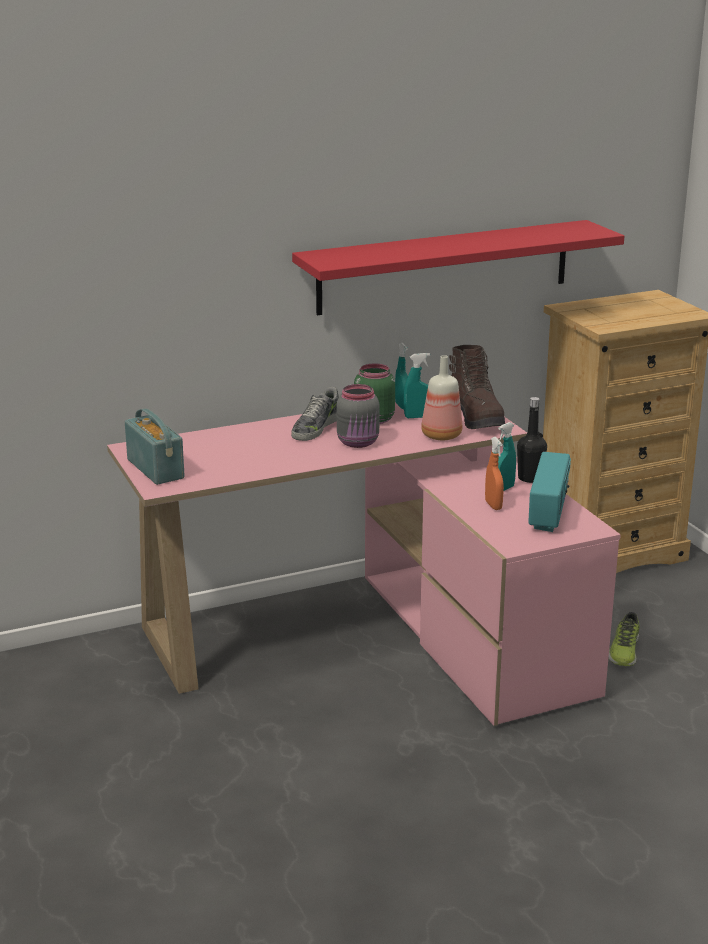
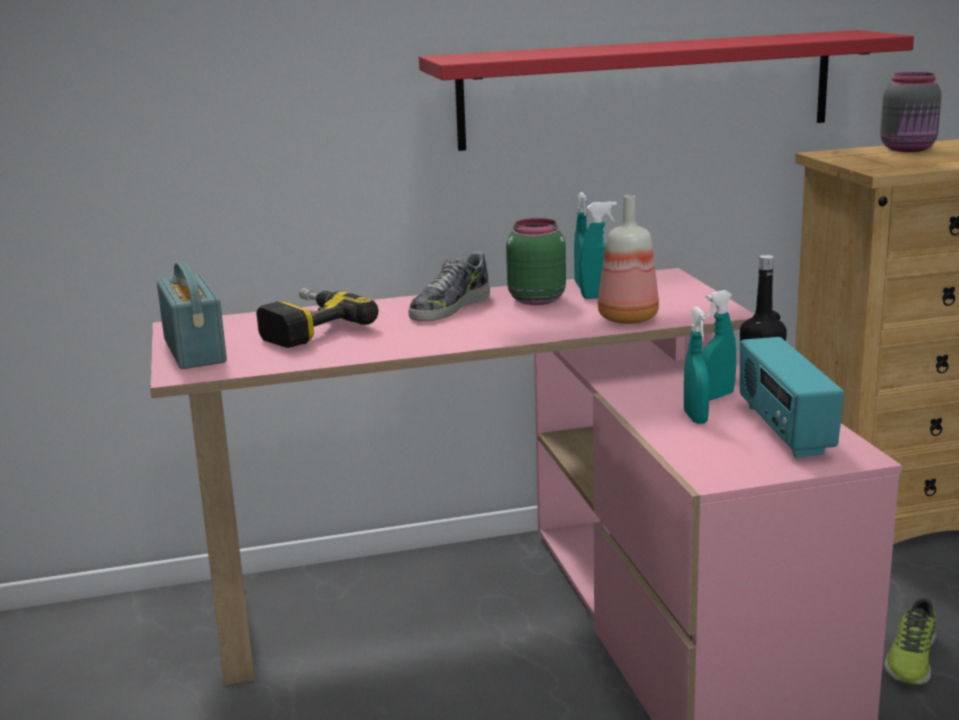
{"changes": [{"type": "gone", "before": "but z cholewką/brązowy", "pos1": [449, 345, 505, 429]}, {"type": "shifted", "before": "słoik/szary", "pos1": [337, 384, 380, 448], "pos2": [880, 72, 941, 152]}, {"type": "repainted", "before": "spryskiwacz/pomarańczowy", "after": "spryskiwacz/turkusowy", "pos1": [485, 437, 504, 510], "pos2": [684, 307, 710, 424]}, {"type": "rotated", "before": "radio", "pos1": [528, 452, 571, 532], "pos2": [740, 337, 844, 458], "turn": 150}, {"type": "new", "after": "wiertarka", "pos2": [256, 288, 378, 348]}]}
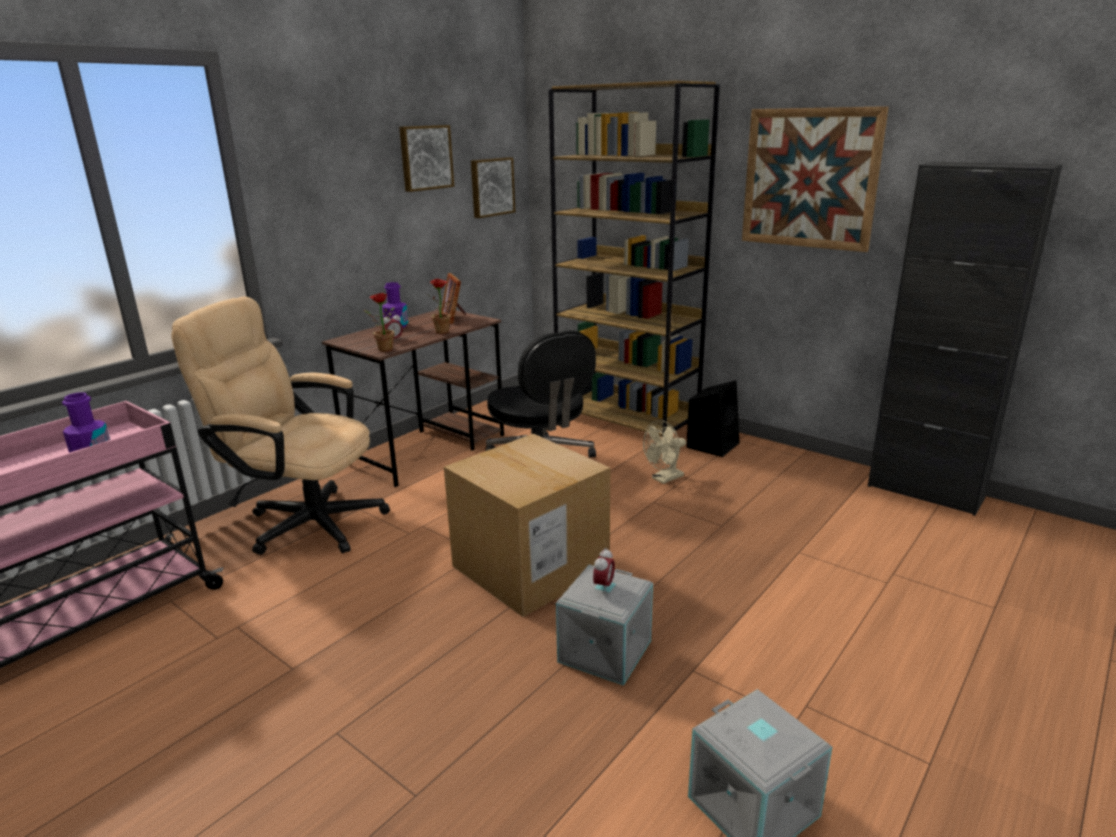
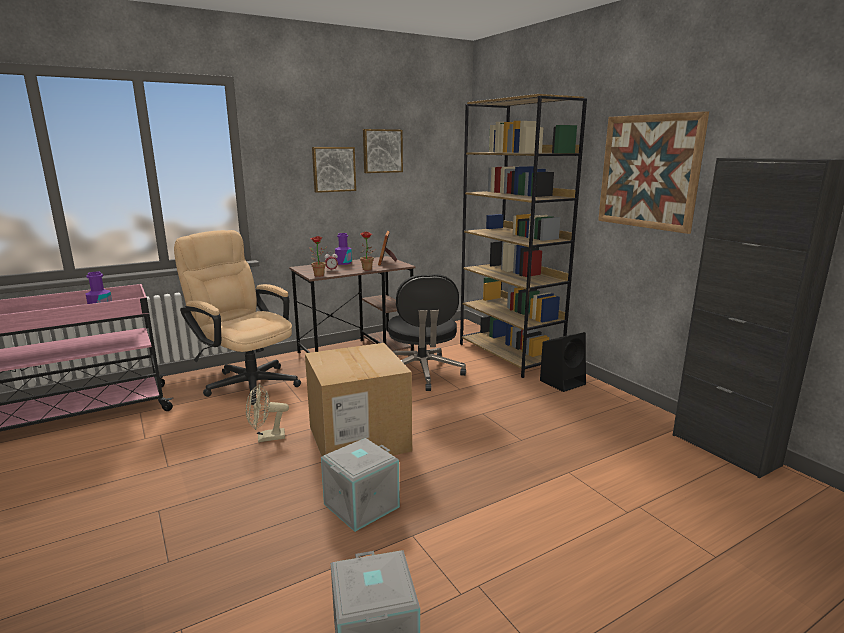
{"changes": [{"type": "shifted", "before": "obraz", "pos1": [471, 157, 515, 218], "pos2": [312, 147, 356, 193]}, {"type": "shifted", "before": "wentylator/beżowy", "pos1": [643, 420, 686, 484], "pos2": [246, 384, 289, 442]}, {"type": "gone", "before": "budzik", "pos1": [593, 548, 615, 593]}]}
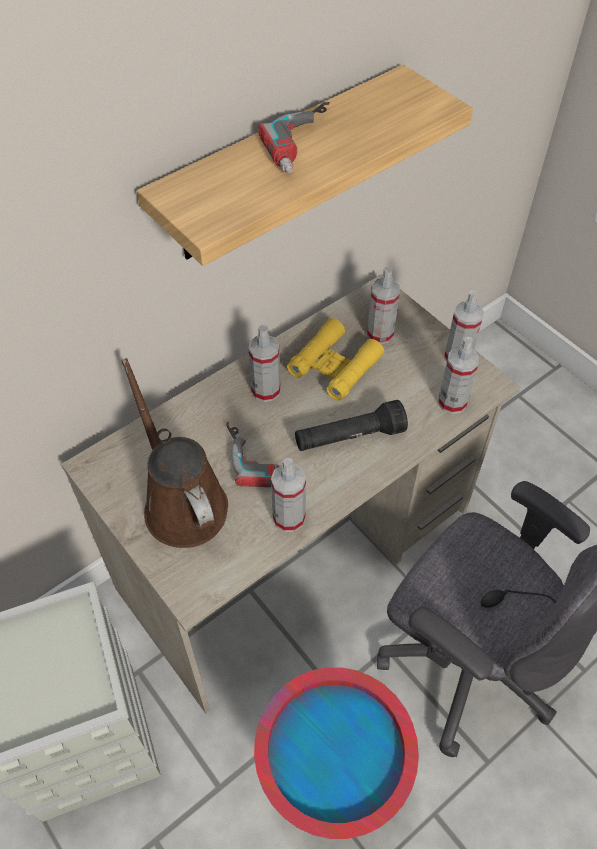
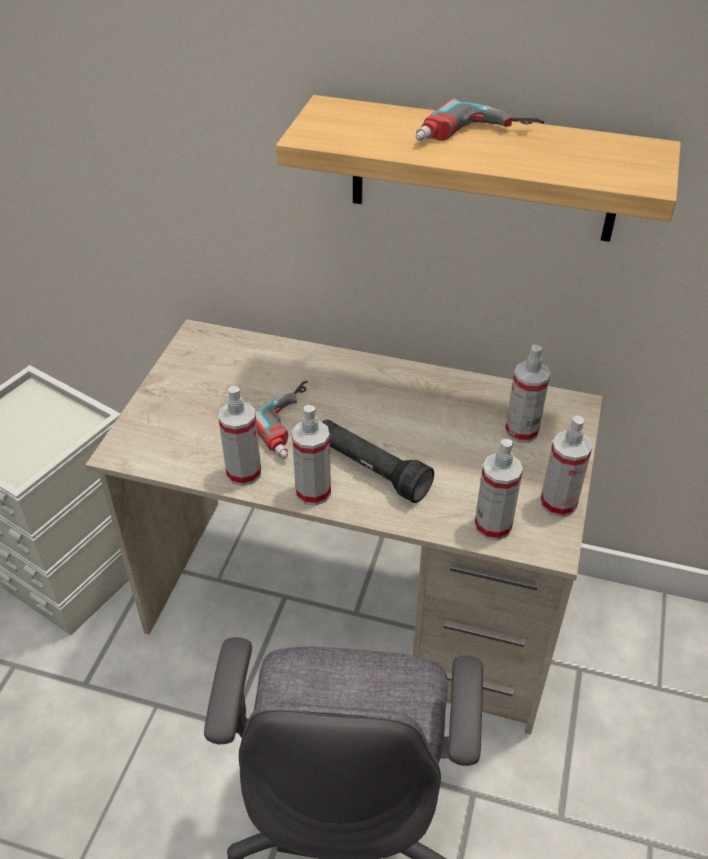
{"changes": [{"type": "gone", "before": "lornetka/żółty", "pos1": [287, 318, 384, 401]}, {"type": "shifted", "before": "spryskiwacz", "pos1": [248, 325, 281, 402], "pos2": [292, 405, 331, 506]}, {"type": "gone", "before": "konewka/brązowy", "pos1": [122, 358, 228, 548]}, {"type": "gone", "before": "wiadro/czerwony", "pos1": [254, 667, 419, 839]}]}
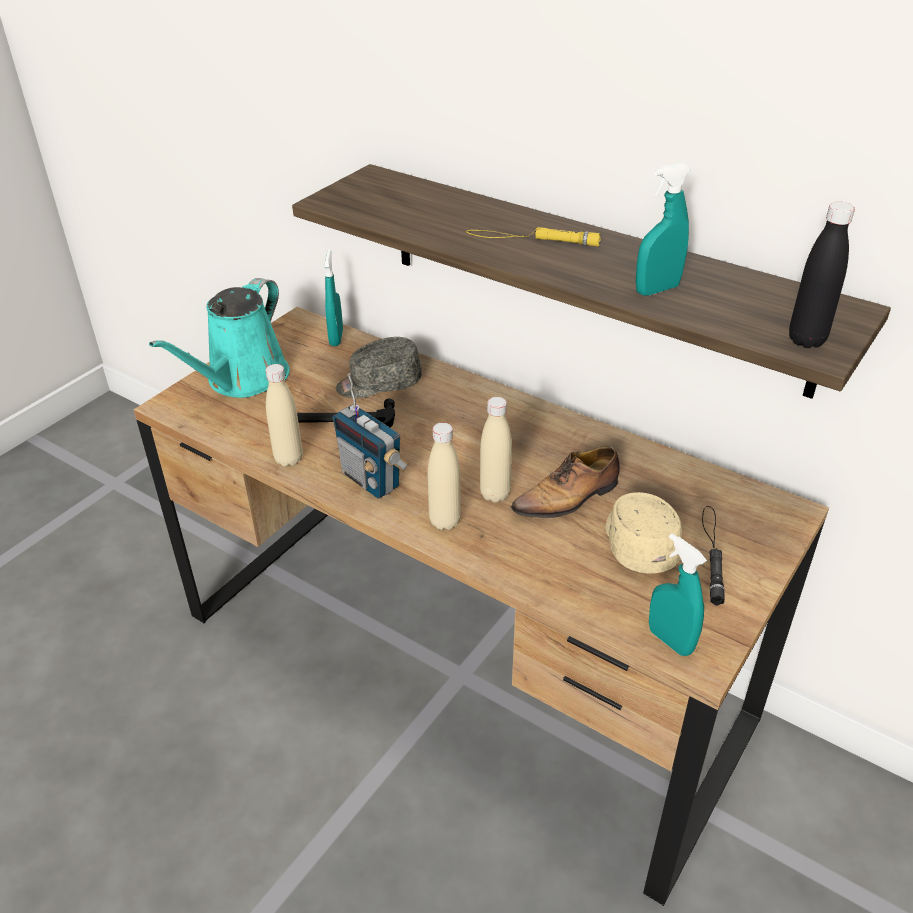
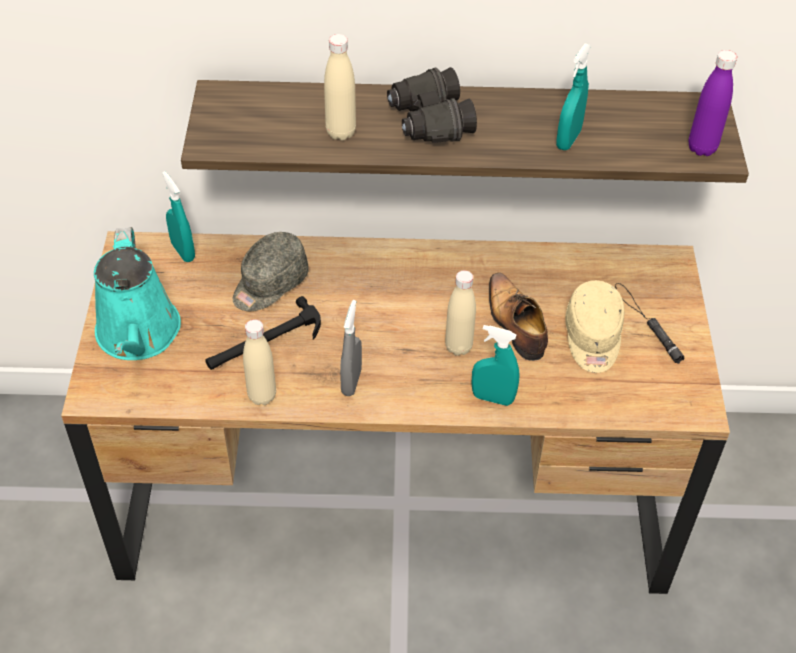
{"changes": [{"type": "repainted", "before": "butelka/czarny", "after": "butelka/fioletowy", "pos1": [789, 202, 855, 348], "pos2": [689, 50, 737, 156]}, {"type": "swapped", "before": "latarka/żółty", "after": "lornetka/czarny", "pos1": [466, 227, 601, 247], "pos2": [387, 67, 477, 143]}, {"type": "swapped", "before": "radio", "after": "spryskiwacz/szary", "pos1": [333, 373, 409, 499], "pos2": [340, 300, 362, 396]}, {"type": "shifted", "before": "butelka/beżowy", "pos1": [428, 422, 461, 530], "pos2": [324, 34, 356, 141]}, {"type": "rotated", "before": "but", "pos1": [510, 446, 620, 518], "pos2": [489, 273, 548, 361], "turn": 135}, {"type": "rotated", "before": "czapka z daszkiem/beżowy", "pos1": [606, 492, 682, 573], "pos2": [565, 280, 624, 373], "turn": -135}, {"type": "shifted", "before": "spryskiwacz/turkusowy", "pos1": [649, 533, 707, 656], "pos2": [472, 325, 520, 406]}]}
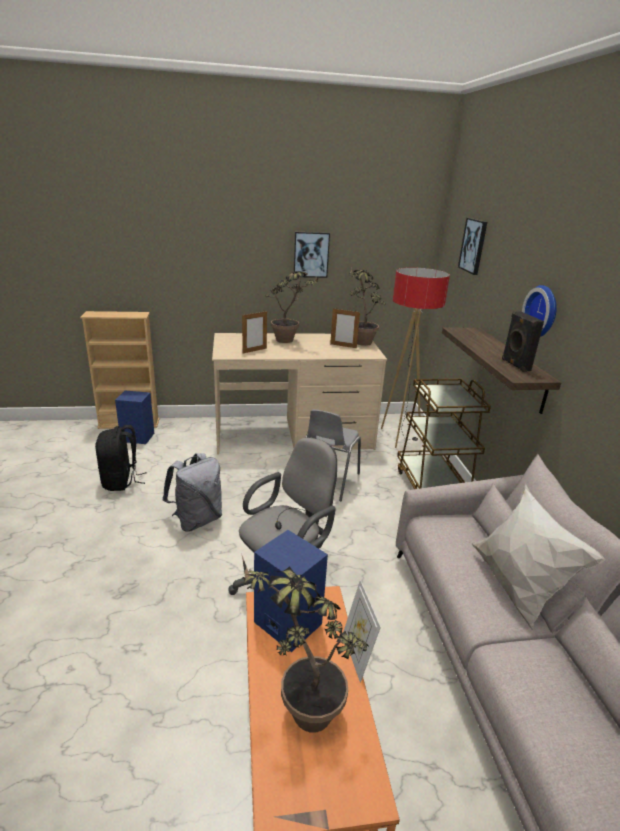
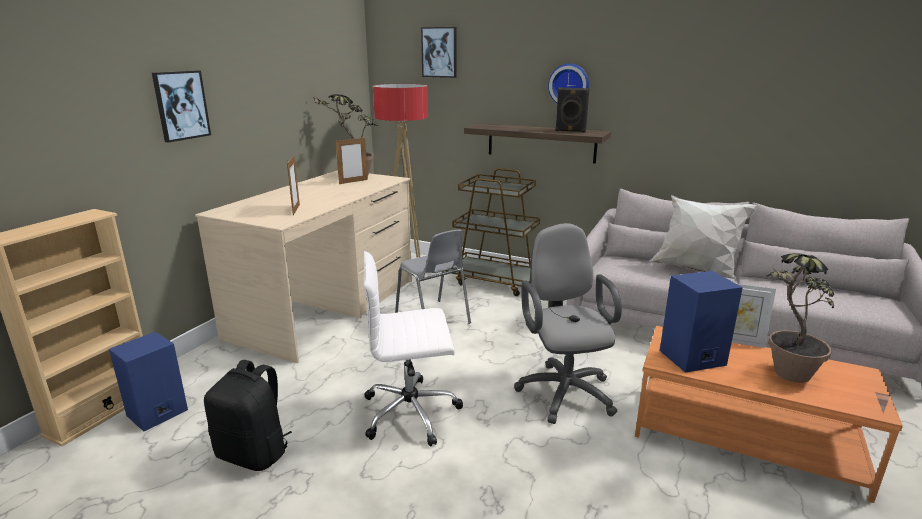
{"changes": [{"type": "shifted", "before": "obraz", "pos1": [293, 232, 330, 278], "pos2": [152, 71, 211, 143]}, {"type": "gone", "before": "roślina doniczkowa", "pos1": [265, 271, 319, 343]}, {"type": "swapped", "before": "plecak/szary", "after": "krzesło biurowe/biały", "pos1": [163, 453, 222, 532], "pos2": [363, 251, 463, 447]}]}
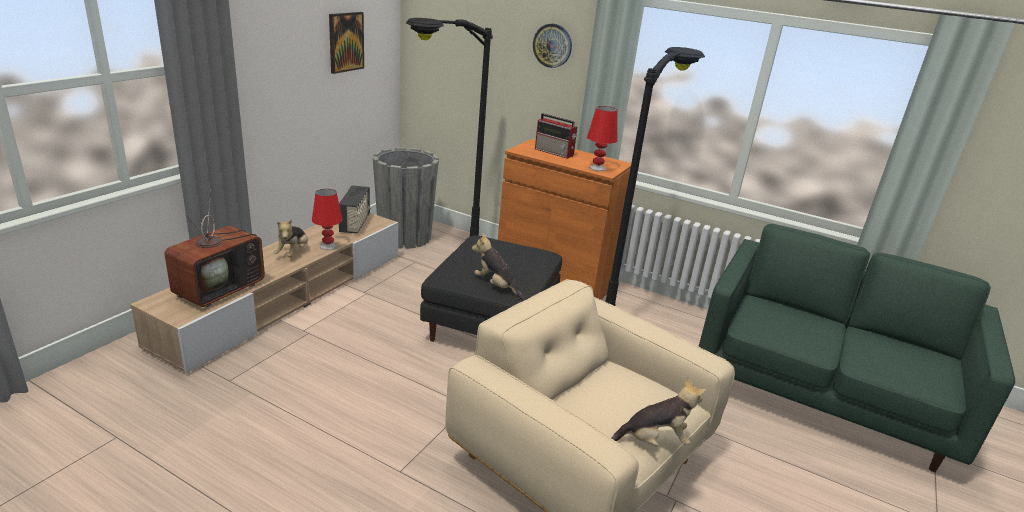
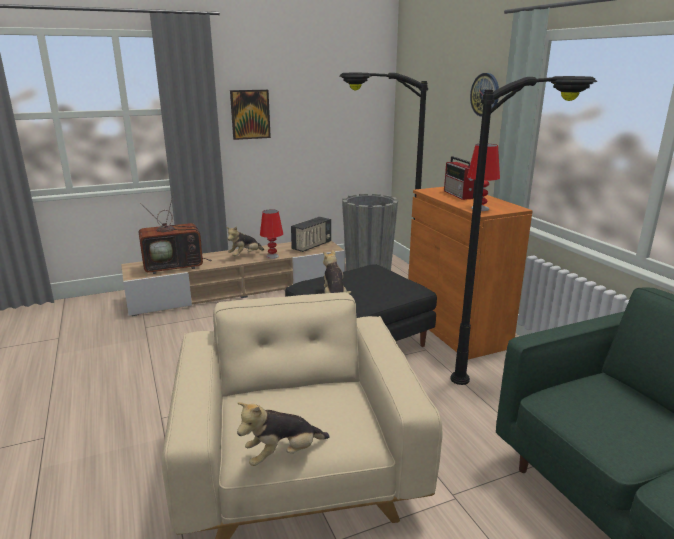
{"changes": [{"type": "shifted", "before": "obraz", "pos1": [329, 12, 364, 74], "pos2": [230, 90, 271, 140]}, {"type": "rotated", "before": "pluszak", "pos1": [611, 377, 706, 447], "pos2": [237, 402, 330, 466], "turn": 120}]}
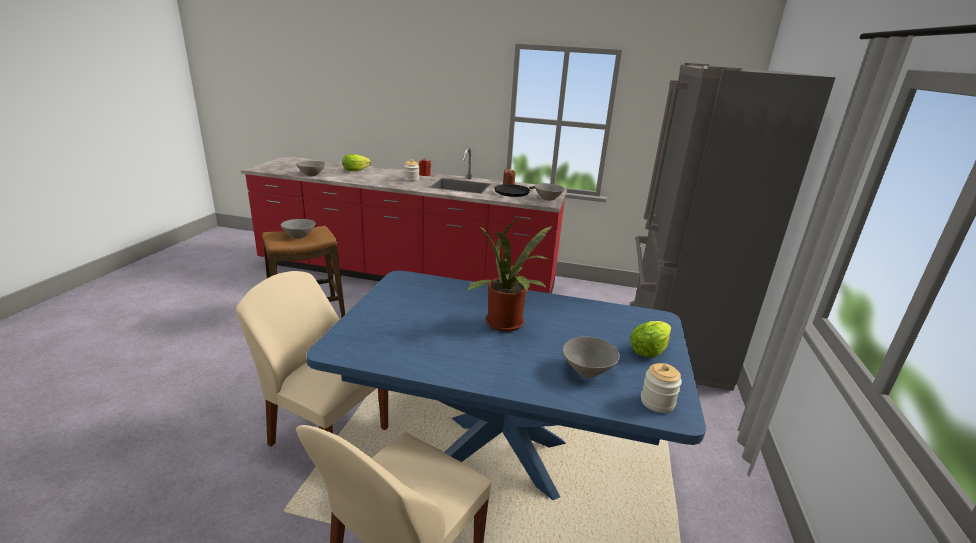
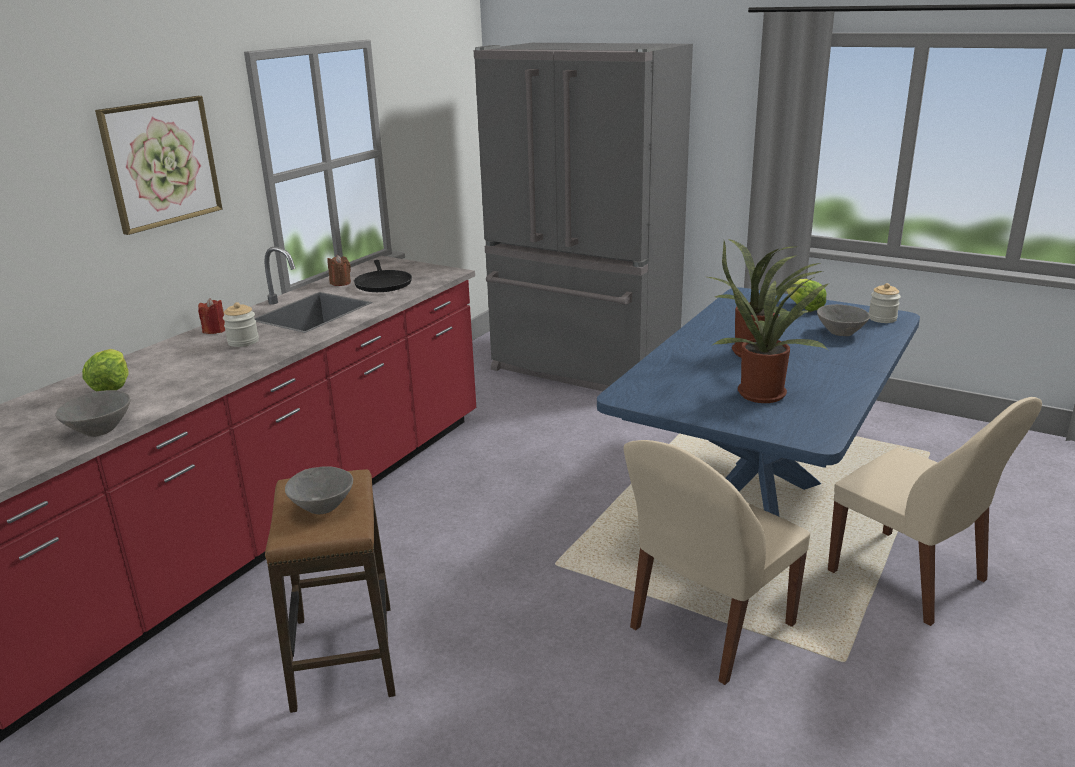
{"changes": [{"type": "gone", "before": "miska/szary", "pos1": [535, 183, 565, 200]}, {"type": "new", "after": "obraz", "pos2": [95, 96, 222, 235]}, {"type": "new", "after": "roślina doniczkowa", "pos2": [704, 271, 828, 403]}]}
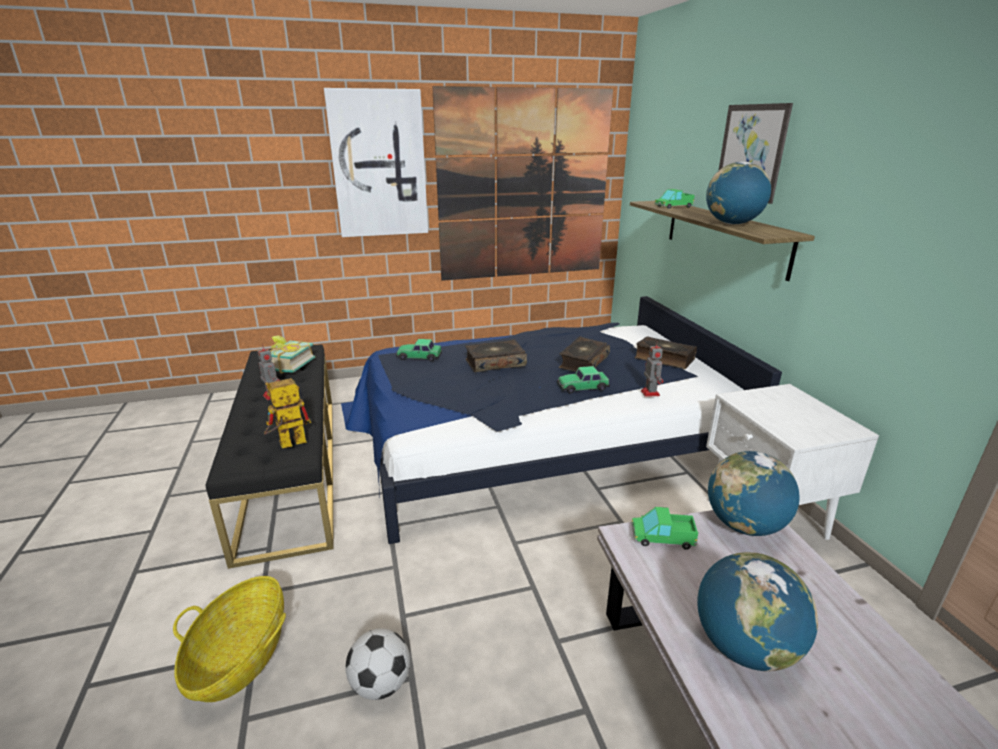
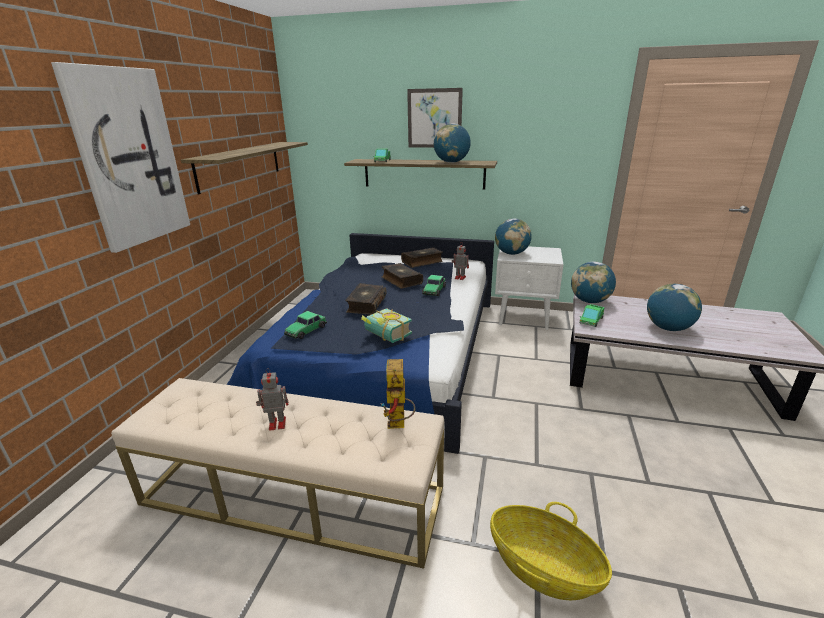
{"changes": [{"type": "swapped", "before": "obraz", "after": "półka", "pos1": [432, 86, 613, 281], "pos2": [181, 142, 308, 194]}, {"type": "shifted", "before": "książka", "pos1": [270, 336, 315, 374], "pos2": [361, 308, 412, 343]}, {"type": "repainted", "before": "ławka/czarny", "after": "ławka/beżowy", "pos1": [206, 345, 334, 569], "pos2": [111, 378, 444, 569]}, {"type": "gone", "before": "piłka futbolowa", "pos1": [345, 628, 410, 700]}, {"type": "new", "after": "globus", "pos2": [495, 218, 532, 255]}]}
